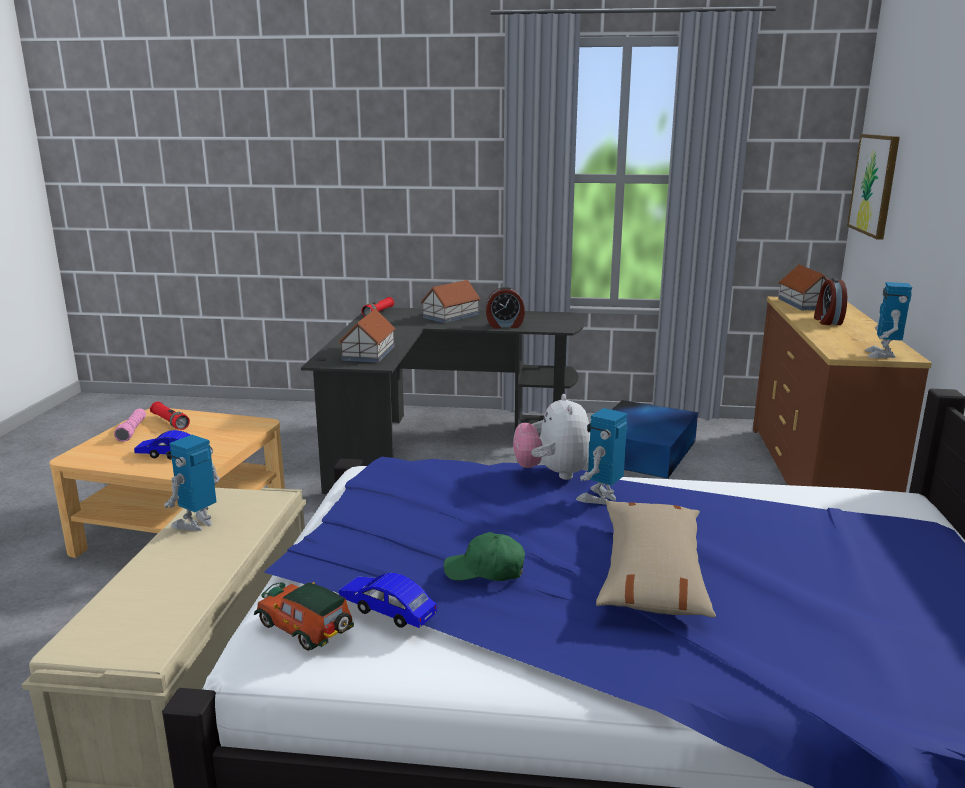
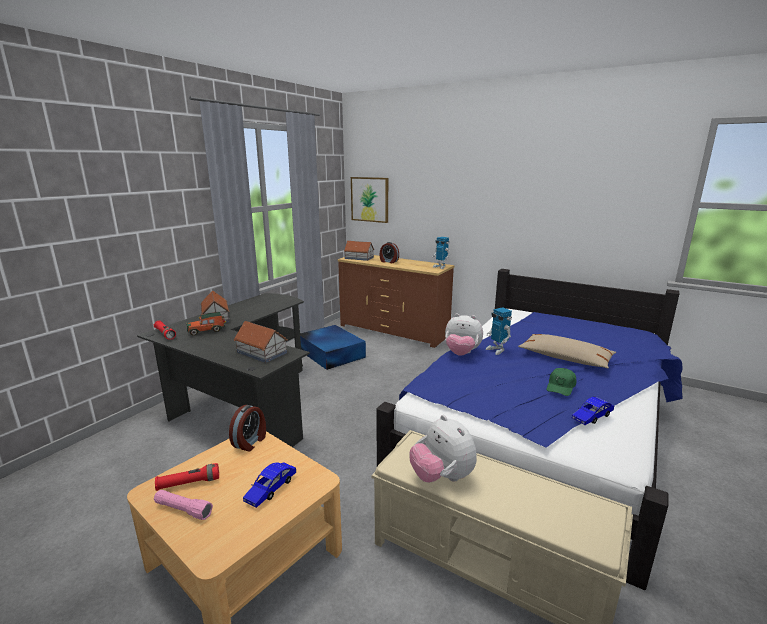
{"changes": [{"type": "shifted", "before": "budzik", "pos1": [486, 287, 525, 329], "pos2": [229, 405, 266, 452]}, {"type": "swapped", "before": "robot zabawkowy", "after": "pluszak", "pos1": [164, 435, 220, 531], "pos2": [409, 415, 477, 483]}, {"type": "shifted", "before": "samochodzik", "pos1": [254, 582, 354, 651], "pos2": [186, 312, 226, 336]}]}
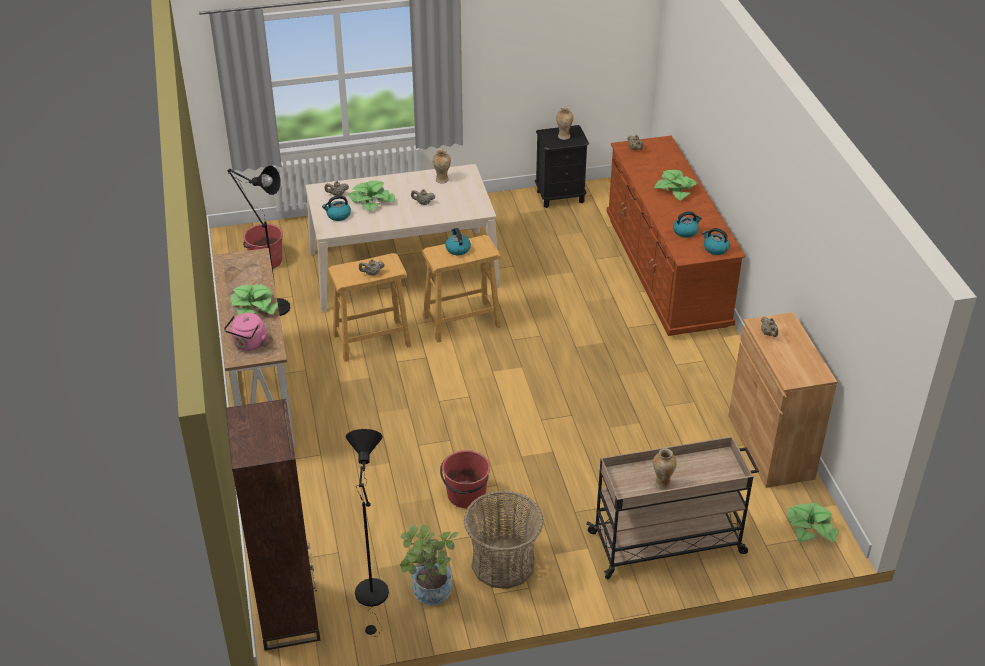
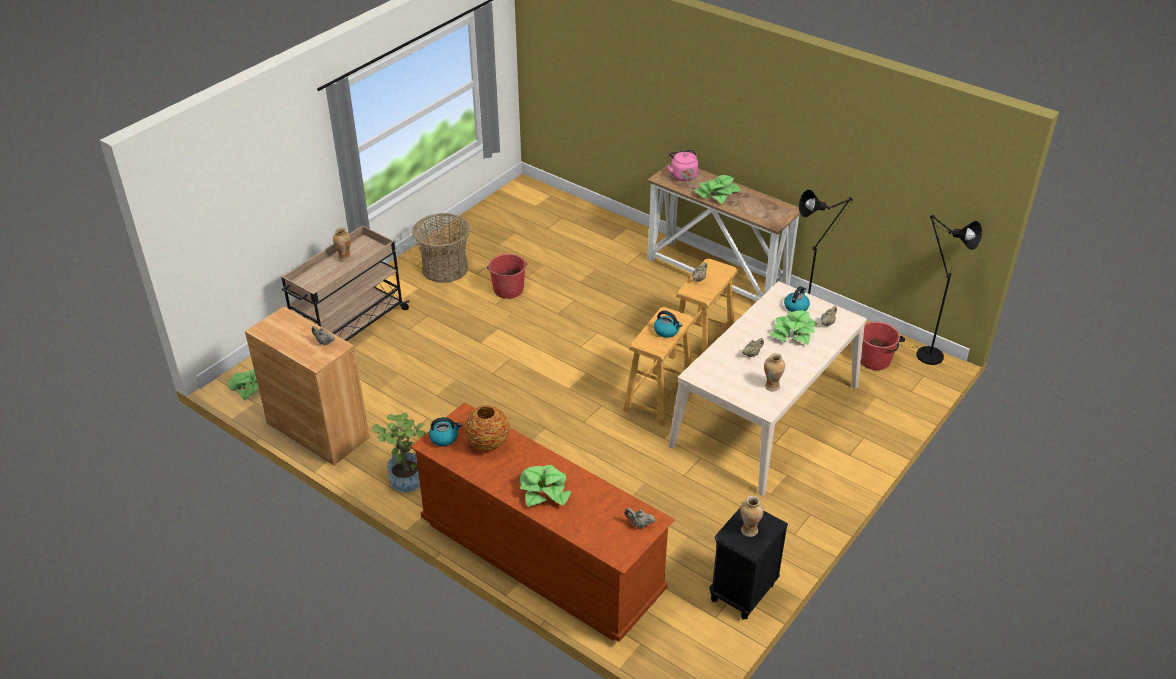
{"changes": [{"type": "swapped", "before": "czajnik", "after": "wazon", "pos1": [673, 211, 702, 238], "pos2": [464, 405, 510, 451]}, {"type": "gone", "before": "regał/brązowy", "pos1": [226, 399, 320, 651]}, {"type": "shifted", "before": "lampa stojąca/czarny", "pos1": [345, 429, 389, 637], "pos2": [899, 215, 982, 365]}, {"type": "shifted", "before": "roślina doniczkowa", "pos1": [400, 525, 458, 605], "pos2": [372, 412, 426, 493]}]}
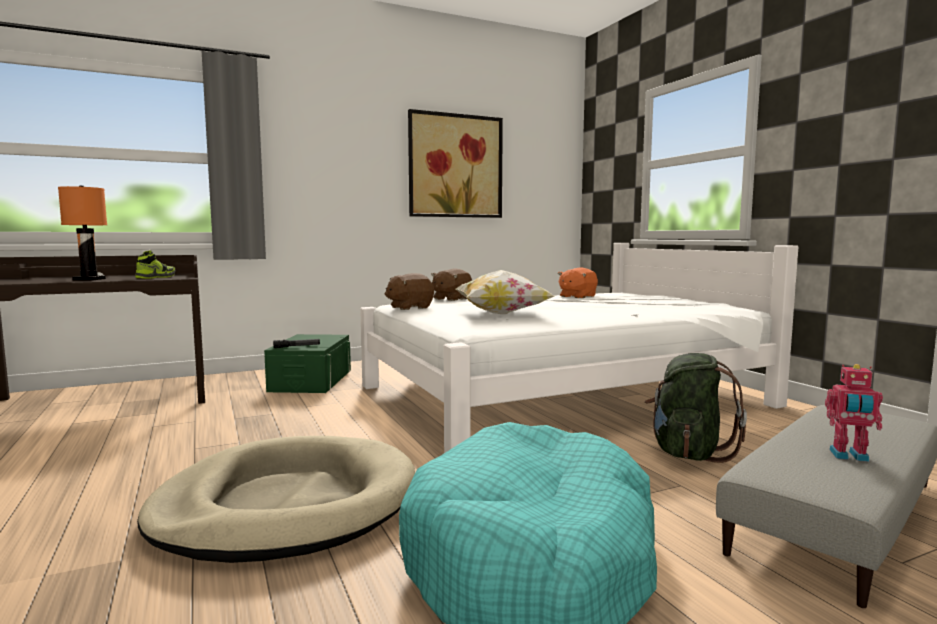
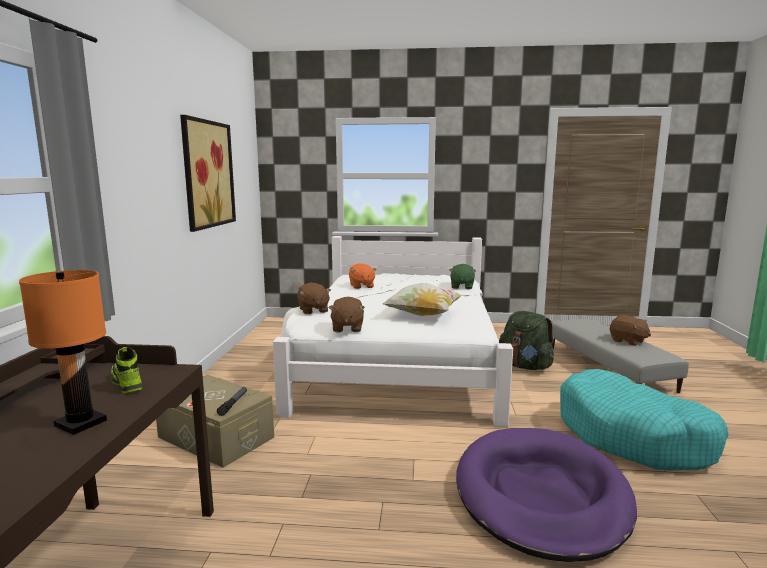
{"changes": [{"type": "repainted", "before": "pojemnik do przechowywania/zielony", "after": "pojemnik do przechowywania/beżowy", "pos1": [264, 334, 351, 393], "pos2": [156, 375, 274, 468]}, {"type": "swapped", "before": "robot zabawkowy", "after": "pluszak/brązowy", "pos1": [825, 364, 883, 462], "pos2": [610, 315, 651, 346]}, {"type": "repainted", "before": "legowisko/beżowy", "after": "legowisko/fioletowy", "pos1": [137, 436, 415, 563], "pos2": [456, 428, 637, 562]}, {"type": "new", "after": "pluszak/zielony", "pos2": [449, 264, 476, 289]}]}
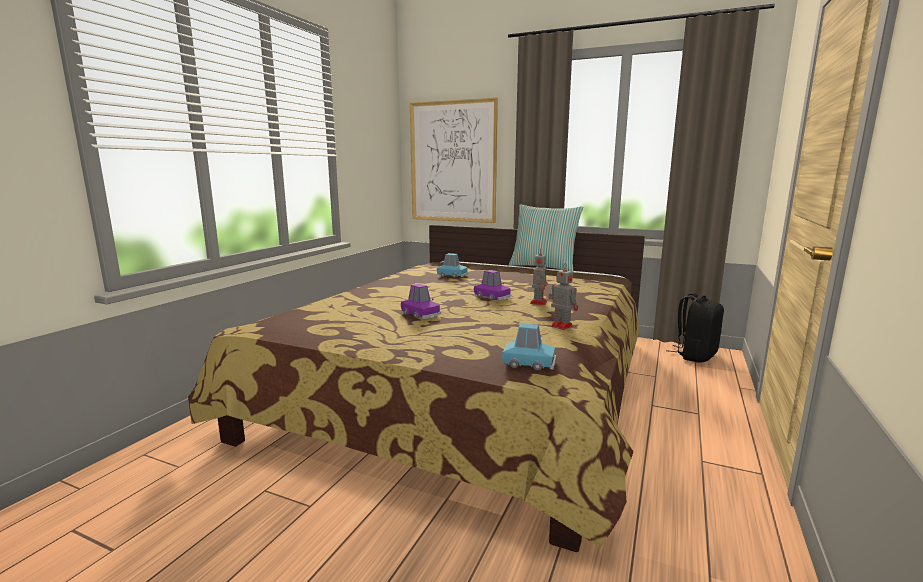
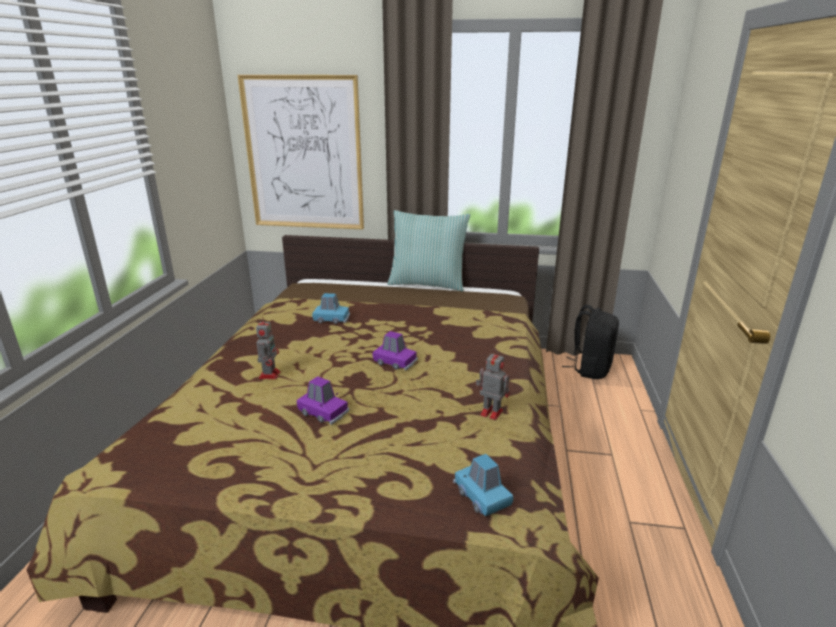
{"changes": [{"type": "shifted", "before": "robot zabawkowy", "pos1": [530, 249, 548, 305], "pos2": [256, 321, 280, 379]}, {"type": "rotated", "before": "samochodzik/niebieski", "pos1": [502, 323, 556, 370], "pos2": [453, 454, 513, 516], "turn": -120}]}
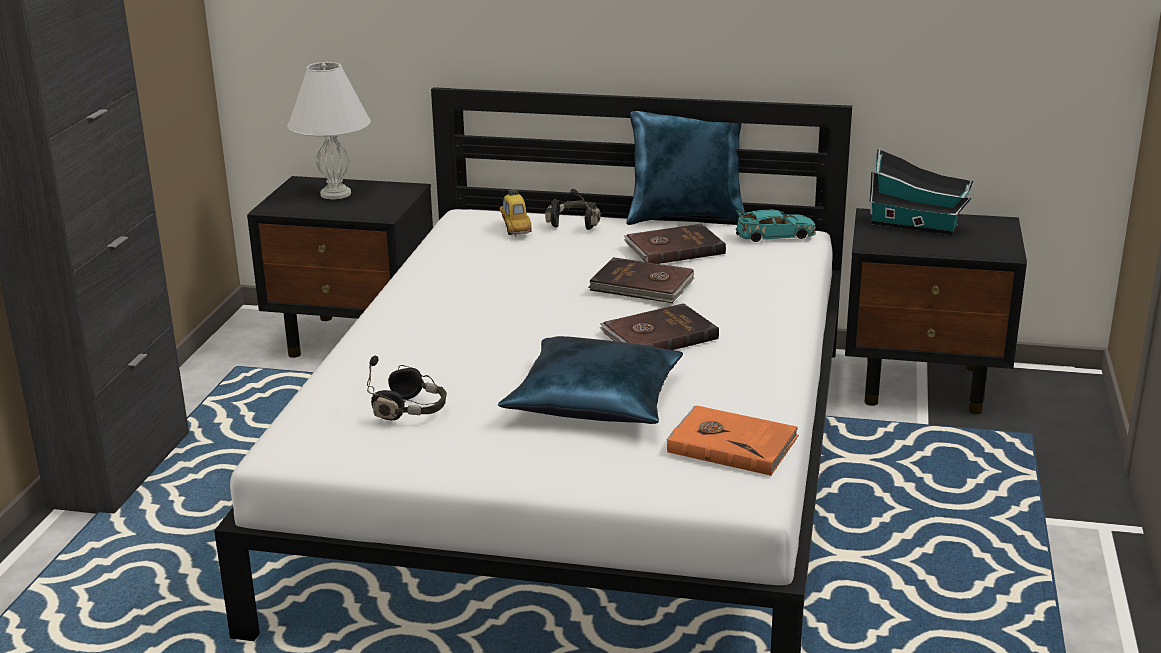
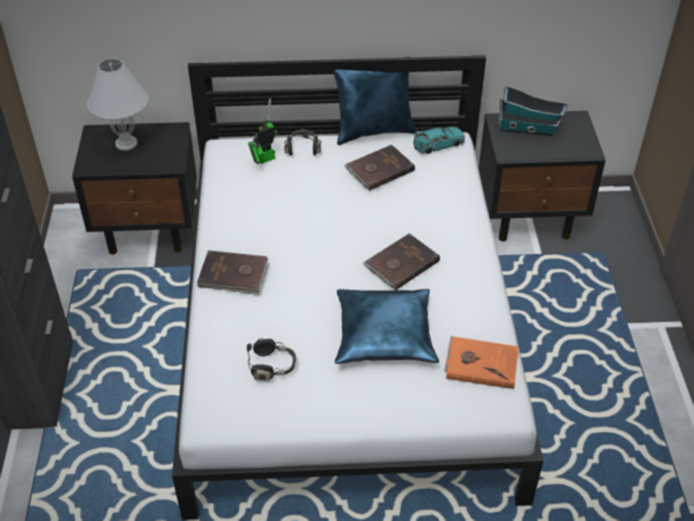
{"changes": [{"type": "swapped", "before": "samochodzik", "after": "robot zabawkowy", "pos1": [500, 189, 532, 237], "pos2": [248, 98, 277, 164]}, {"type": "shifted", "before": "książka/brązowy", "pos1": [588, 257, 695, 303], "pos2": [197, 250, 269, 295]}]}
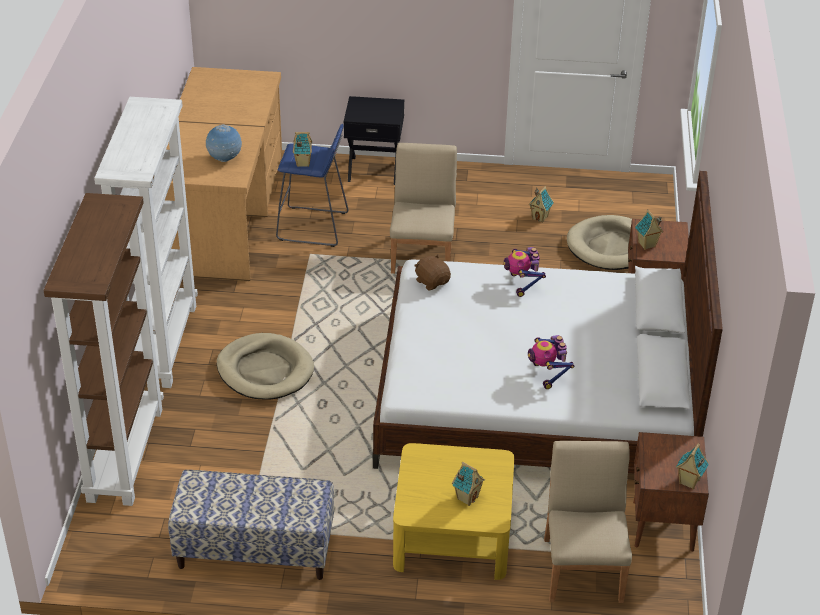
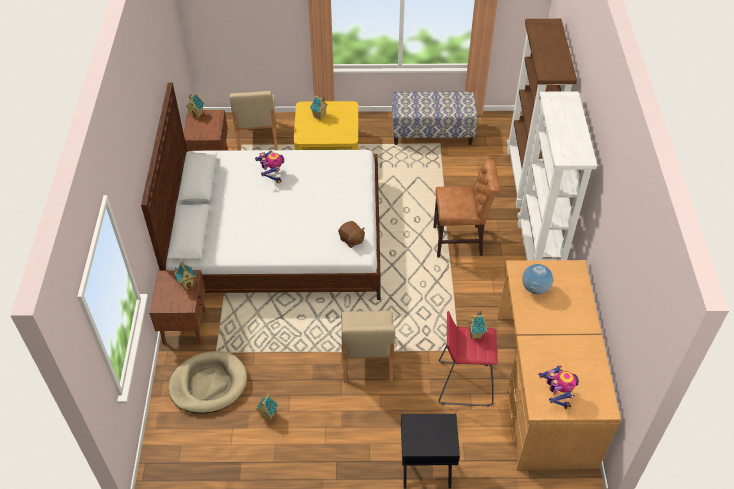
{"changes": [{"type": "repainted", "before": "stołek/niebieski", "after": "stołek/czerwony", "pos1": [276, 124, 349, 247], "pos2": [438, 311, 498, 407]}, {"type": "shifted", "before": "robot zabawkowy", "pos1": [503, 247, 546, 297], "pos2": [538, 365, 579, 409]}, {"type": "swapped", "before": "legowisko/beżowy", "after": "krzesło/brązowy", "pos1": [217, 333, 314, 400], "pos2": [433, 159, 500, 257]}]}
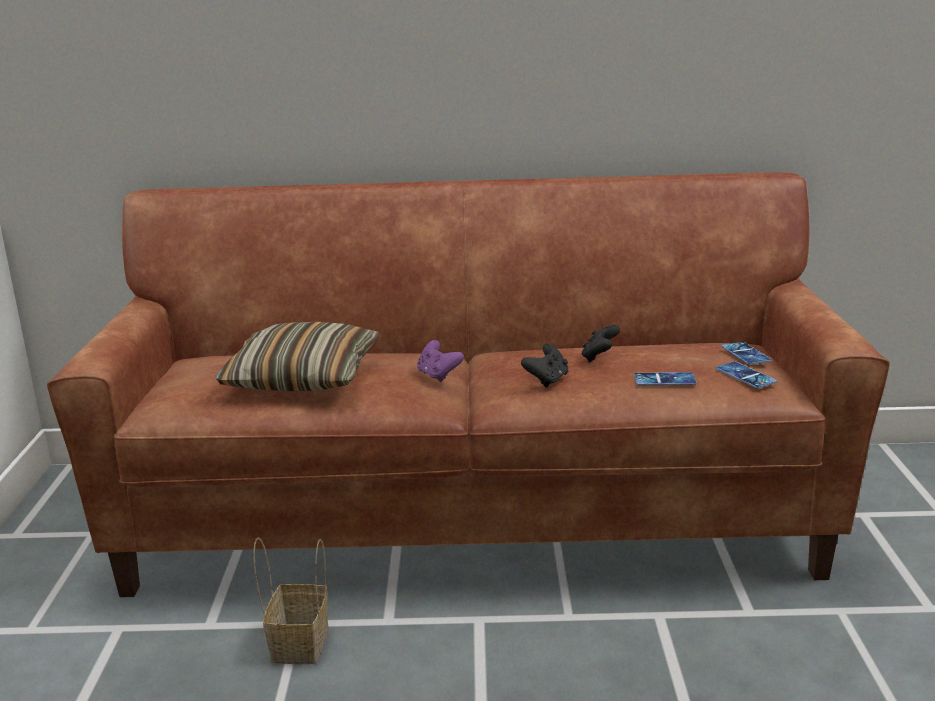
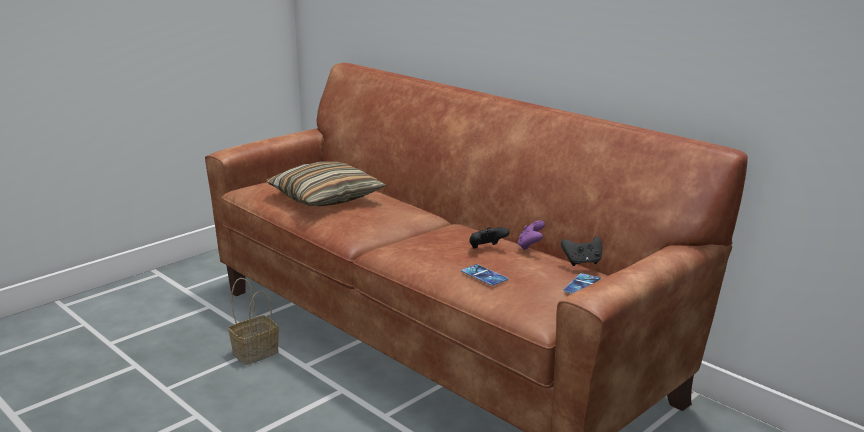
{"changes": [{"type": "shifted", "before": "pad do gier/fioletowy", "pos1": [417, 340, 464, 382], "pos2": [518, 220, 545, 250]}, {"type": "shifted", "before": "pad do gier/czarny", "pos1": [521, 344, 568, 387], "pos2": [561, 236, 602, 266]}, {"type": "gone", "before": "telefon", "pos1": [716, 362, 777, 388]}]}
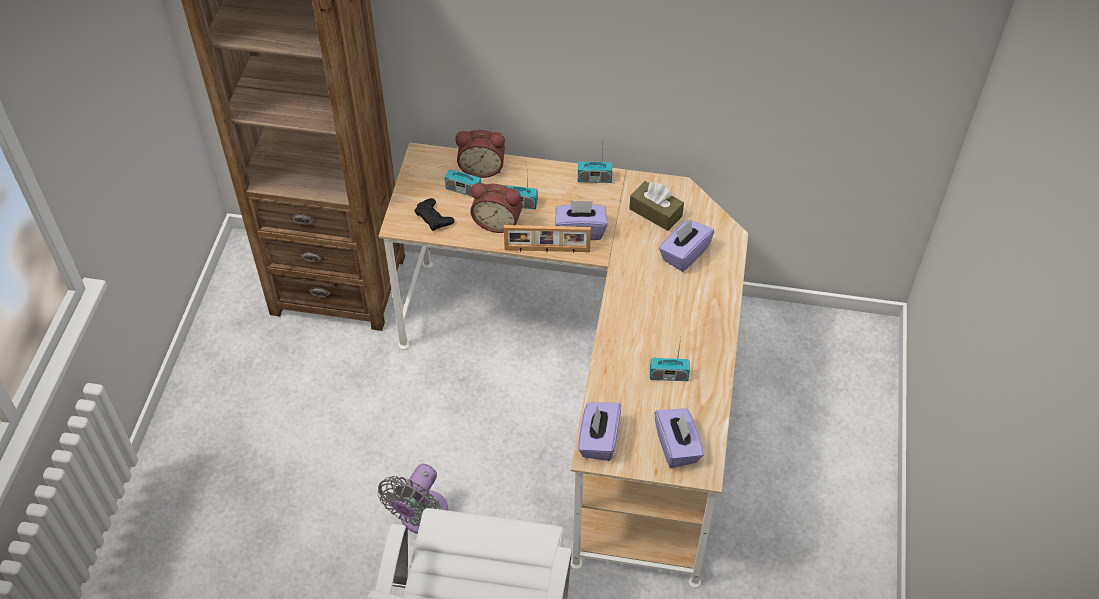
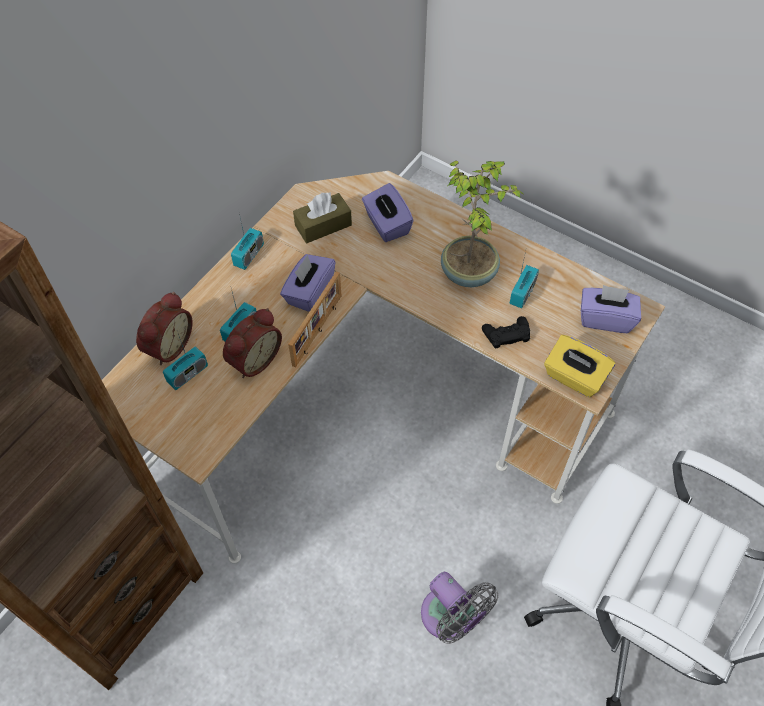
{"changes": [{"type": "shifted", "before": "pad do gier/czarny", "pos1": [414, 198, 454, 231], "pos2": [482, 316, 530, 348]}, {"type": "repainted", "before": "pudełko chusteczek/fioletowy", "after": "pudełko chusteczek/żółty", "pos1": [578, 403, 621, 461], "pos2": [544, 335, 615, 397]}, {"type": "new", "after": "roślina doniczkowa", "pos2": [441, 161, 523, 287]}]}
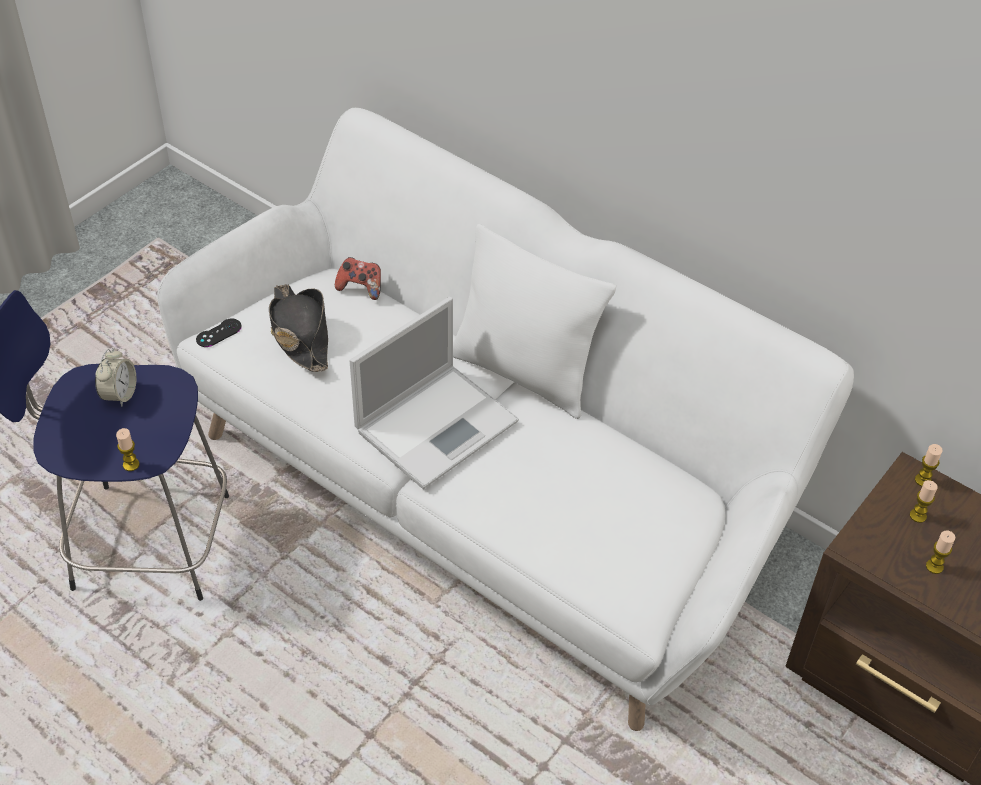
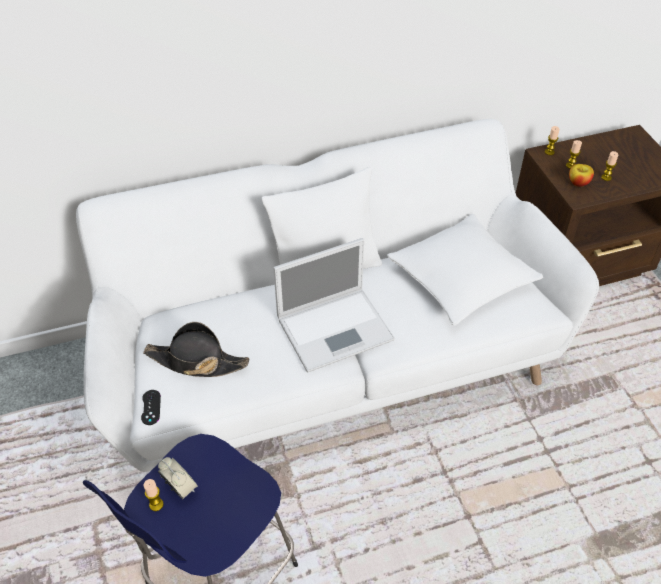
{"changes": [{"type": "gone", "before": "pad do gier", "pos1": [335, 257, 381, 300]}, {"type": "rotated", "before": "laptop", "pos1": [349, 297, 519, 489], "pos2": [273, 238, 395, 373], "turn": 75}, {"type": "shifted", "before": "świeca", "pos1": [116, 428, 140, 471], "pos2": [144, 479, 164, 511]}, {"type": "new", "after": "jabłko", "pos2": [569, 164, 594, 187]}, {"type": "new", "after": "poduszka/biały", "pos2": [387, 214, 543, 326]}]}
